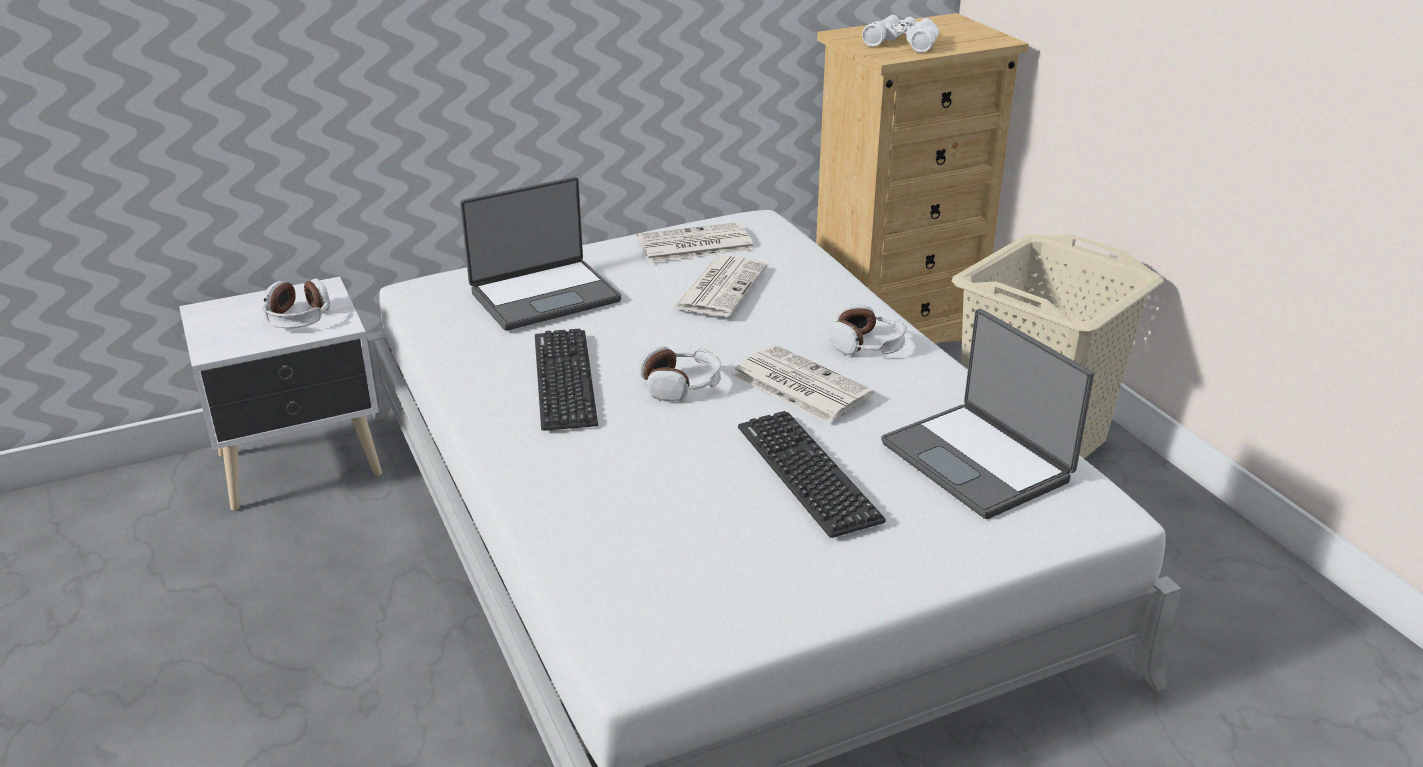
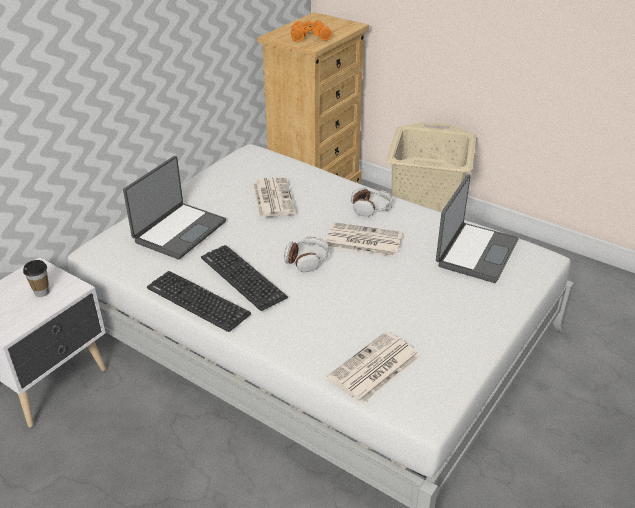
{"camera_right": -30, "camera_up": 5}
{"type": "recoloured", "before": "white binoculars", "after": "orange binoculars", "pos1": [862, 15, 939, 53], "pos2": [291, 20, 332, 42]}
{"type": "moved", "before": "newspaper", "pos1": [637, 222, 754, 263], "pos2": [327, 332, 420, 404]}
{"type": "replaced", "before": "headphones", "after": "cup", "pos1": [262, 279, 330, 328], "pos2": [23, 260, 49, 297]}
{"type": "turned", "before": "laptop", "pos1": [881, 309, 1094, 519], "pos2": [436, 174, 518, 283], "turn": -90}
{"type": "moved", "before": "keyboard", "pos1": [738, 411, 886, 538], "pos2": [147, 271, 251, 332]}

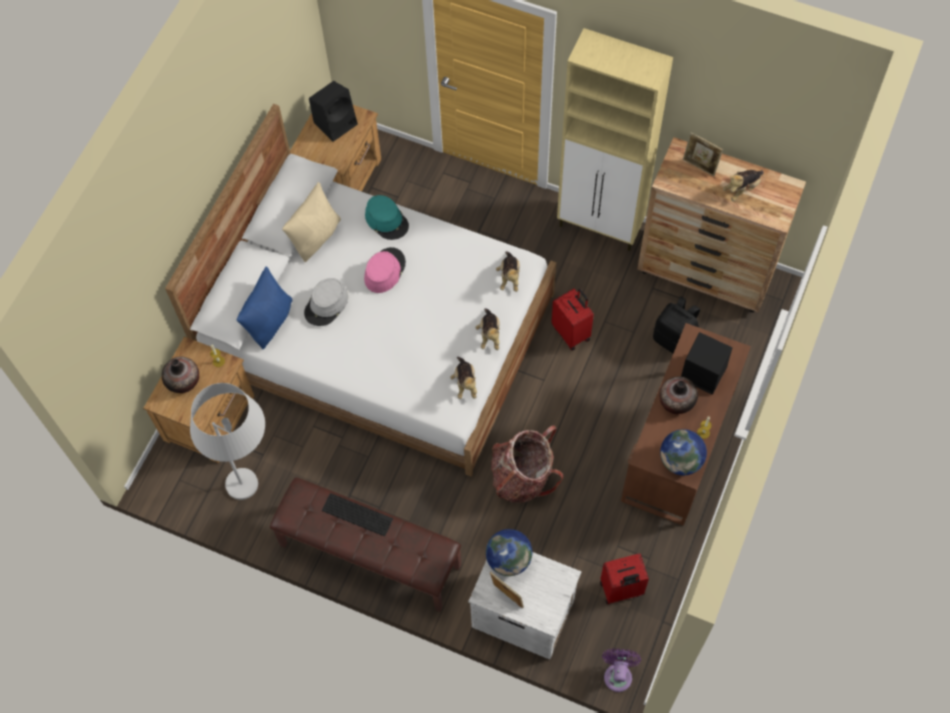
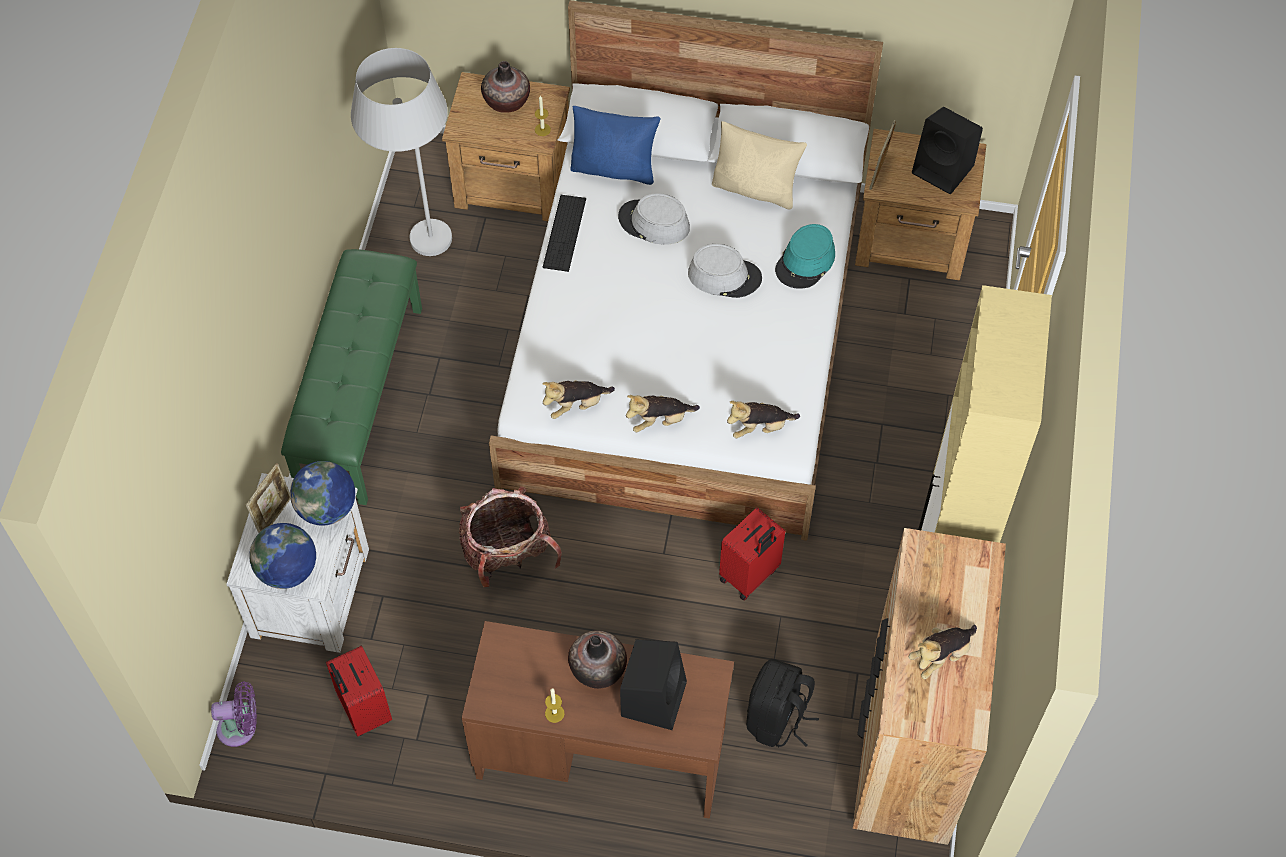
{"camera_right": 75, "camera_up": -5}
{"type": "moved", "before": "picture frame", "pos1": [683, 132, 723, 176], "pos2": [869, 120, 896, 190]}
{"type": "turned", "before": "plush toy", "pos1": [723, 170, 764, 201], "pos2": [909, 625, 977, 679], "turn": -75}
{"type": "recoloured", "before": "pink hat", "after": "grey hat", "pos1": [364, 247, 406, 293], "pos2": [688, 244, 762, 298]}
{"type": "moved", "before": "globe", "pos1": [660, 429, 707, 475], "pos2": [249, 523, 316, 589]}
{"type": "recoloured", "before": "brown bench", "after": "green bench", "pos1": [270, 477, 461, 612], "pos2": [281, 249, 422, 505]}
{"type": "moved", "before": "keyboard", "pos1": [322, 493, 393, 537], "pos2": [543, 195, 586, 272]}

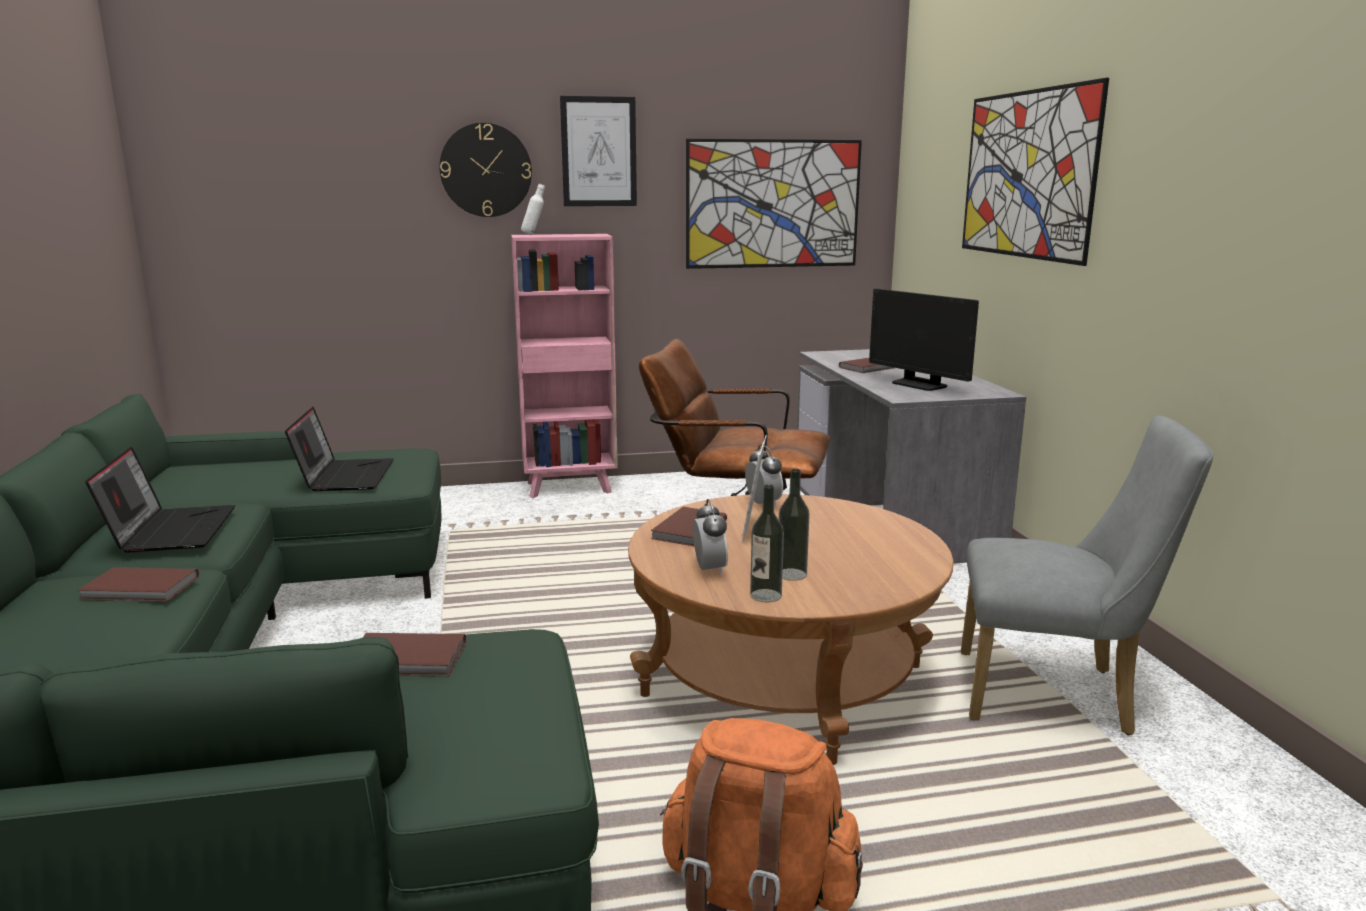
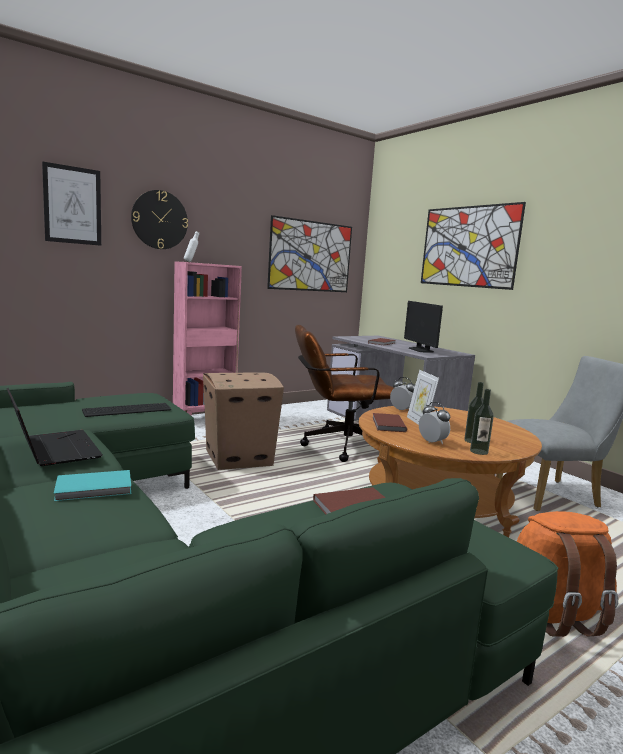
{"camera_right": -25, "camera_up": -5}
{"type": "moved", "before": "picture", "pos1": [560, 96, 637, 206], "pos2": [42, 161, 101, 246]}
{"type": "turned", "before": "monitor", "pos1": [869, 289, 979, 391], "pos2": [404, 301, 443, 353], "turn": 45}
{"type": "replaced", "before": "laptop", "after": "keyboard", "pos1": [285, 407, 393, 491], "pos2": [82, 403, 171, 417]}
{"type": "recoloured", "before": "brown book", "after": "turquoise book", "pos1": [77, 567, 199, 602], "pos2": [54, 470, 131, 501]}
{"type": "added", "after": "cardboard box", "pos2": [203, 372, 284, 470]}

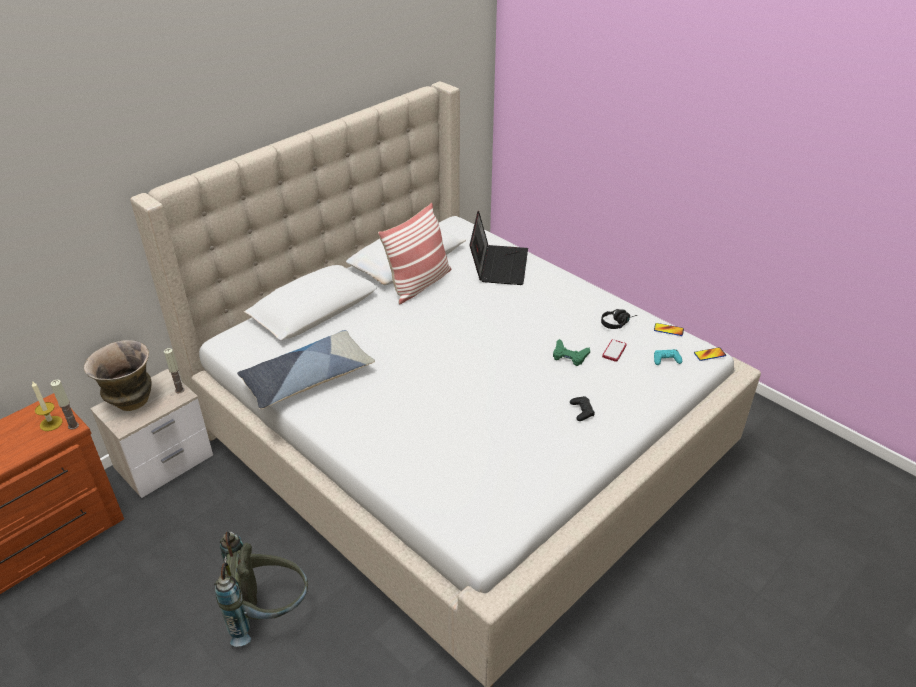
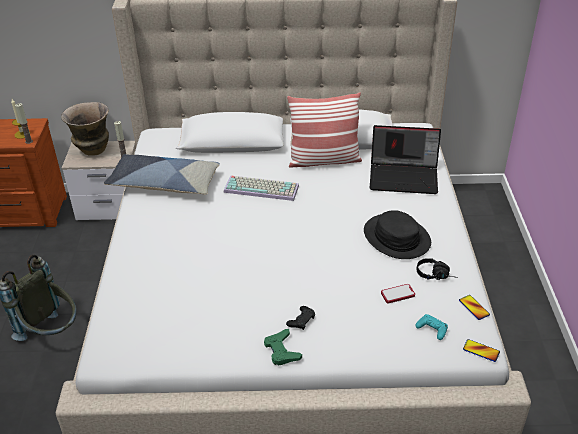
{"camera_right": 45, "camera_up": 0}
{"type": "turned", "before": "laptop", "pos1": [470, 211, 528, 285], "pos2": [370, 125, 441, 194], "turn": 45}
{"type": "moved", "before": "green game controller", "pos1": [553, 339, 590, 366], "pos2": [264, 329, 302, 366]}
{"type": "added", "after": "keyboard", "pos2": [224, 176, 299, 201]}
{"type": "added", "after": "black hat", "pos2": [364, 210, 431, 259]}

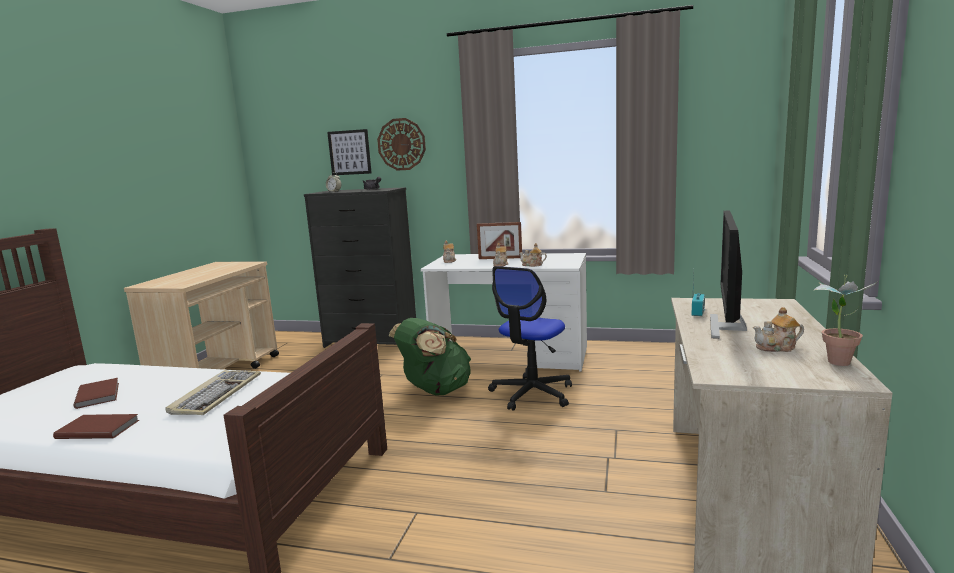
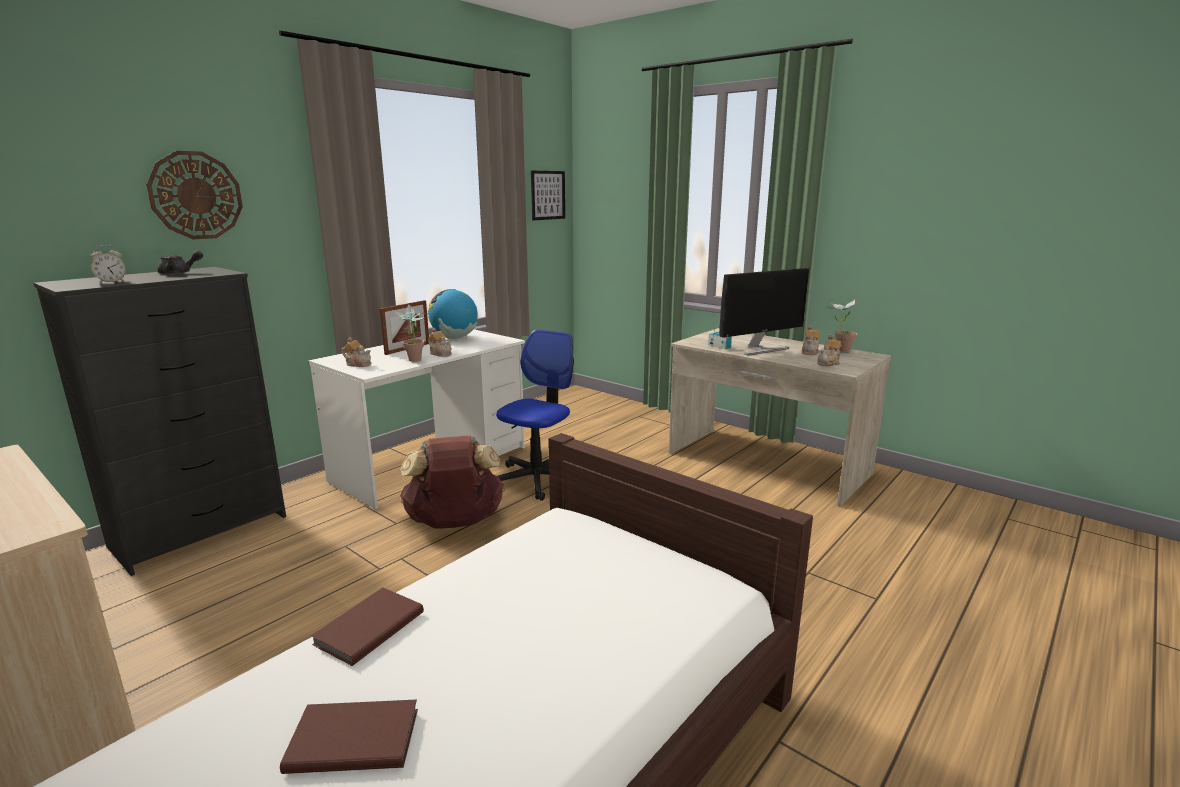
{"camera_right": -65, "camera_up": 5}
{"type": "moved", "before": "picture", "pos1": [327, 129, 372, 175], "pos2": [531, 171, 565, 220]}
{"type": "turned", "before": "monitor", "pos1": [710, 211, 747, 339], "pos2": [719, 268, 809, 355], "turn": -75}
{"type": "moved", "before": "teapot", "pos1": [519, 243, 547, 267], "pos2": [817, 335, 842, 366]}
{"type": "turned", "before": "office chair", "pos1": [488, 266, 572, 411], "pos2": [496, 329, 574, 501], "turn": -120}
{"type": "recoloured", "before": "green backpack", "after": "brown backpack", "pos1": [389, 318, 471, 396], "pos2": [400, 435, 505, 528]}
{"type": "removed", "before": "keyboard", "pos1": [166, 370, 261, 415]}
{"type": "moved", "before": "brown book", "pos1": [53, 414, 139, 439], "pos2": [311, 588, 424, 666]}
{"type": "added", "after": "globe", "pos2": [428, 289, 478, 339]}
{"type": "added", "after": "potted plant", "pos2": [393, 304, 428, 362]}

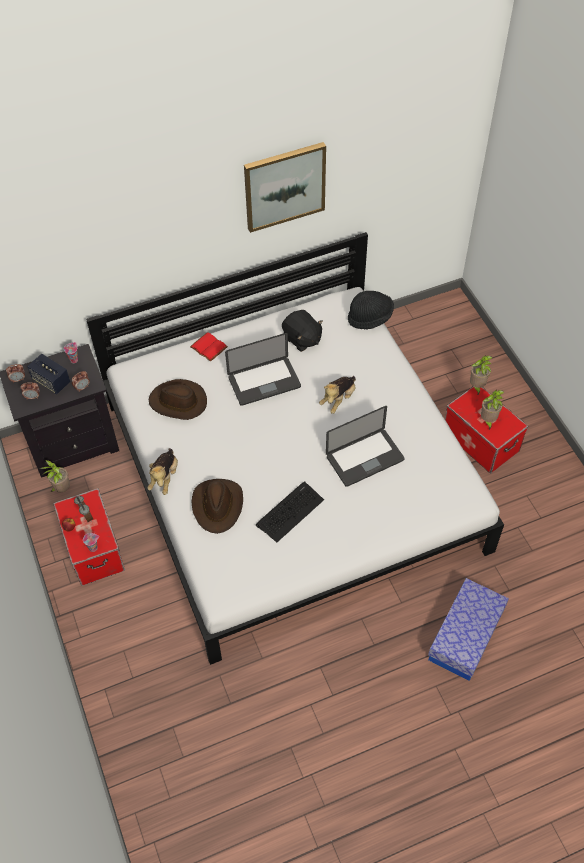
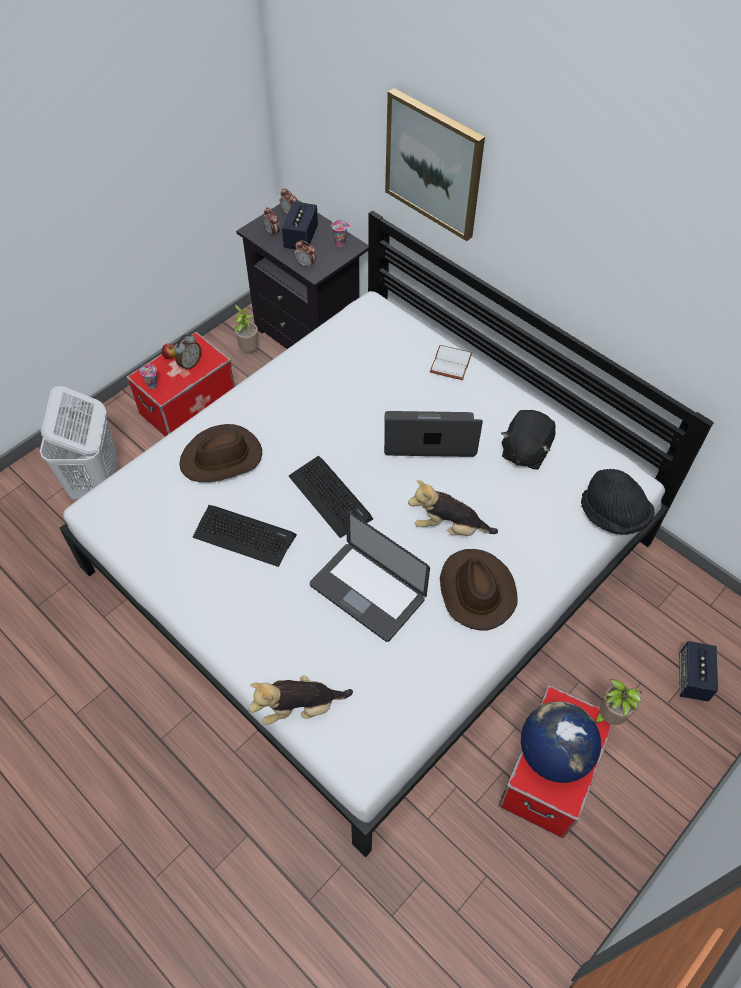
{"camera_right": 65, "camera_up": 0}
{"type": "moved", "before": "picture", "pos1": [244, 142, 326, 233], "pos2": [385, 88, 485, 241]}
{"type": "recoloured", "before": "red book", "after": "white book", "pos1": [190, 332, 228, 362], "pos2": [430, 345, 472, 380]}
{"type": "turned", "before": "laptop", "pos1": [225, 333, 301, 406], "pos2": [384, 411, 483, 457], "turn": 135}
{"type": "moved", "before": "brown hat", "pos1": [149, 379, 207, 420], "pos2": [440, 549, 518, 630]}
{"type": "replaced", "before": "potted plant", "after": "globe", "pos1": [481, 390, 504, 430], "pos2": [521, 701, 601, 783]}
{"type": "moved", "before": "plush toy", "pos1": [147, 448, 178, 495], "pos2": [249, 675, 353, 725]}
{"type": "removed", "before": "storage box", "pos1": [428, 578, 509, 681]}
{"type": "added", "after": "white laundry basket", "pos2": [40, 386, 118, 500]}
{"type": "added", "after": "keyboard", "pos2": [289, 456, 373, 538]}
{"type": "added", "after": "speaker", "pos2": [679, 641, 718, 702]}

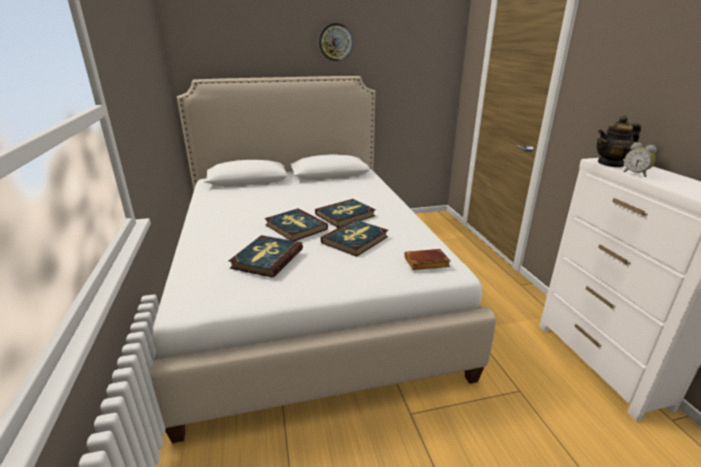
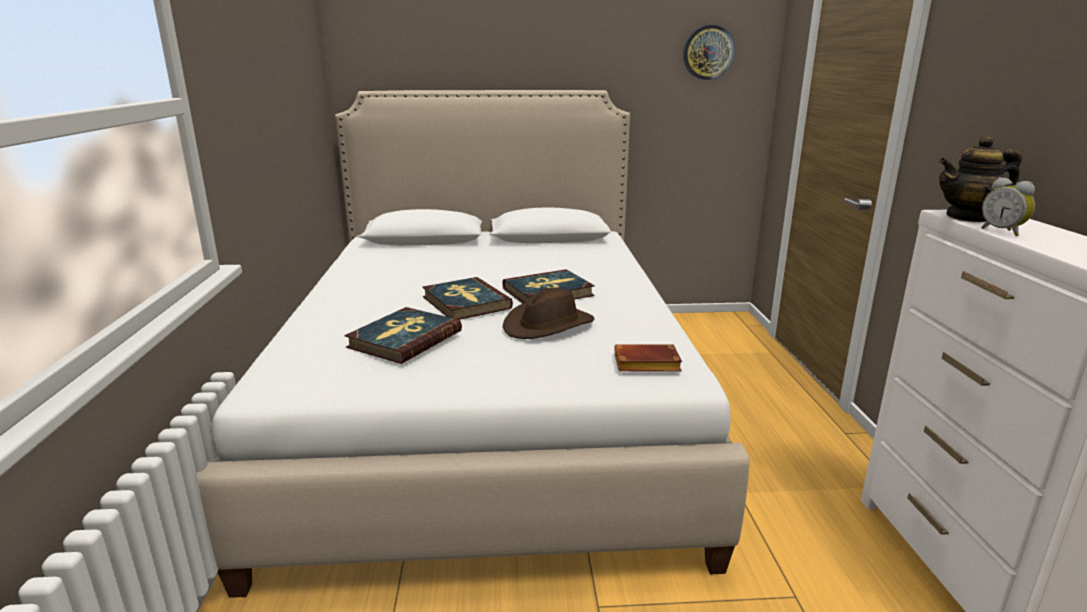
{"camera_right": 10, "camera_up": -5}
{"type": "moved", "before": "wall clock", "pos1": [319, 23, 353, 61], "pos2": [683, 25, 735, 80]}
{"type": "replaced", "before": "book", "after": "brown hat", "pos1": [321, 219, 388, 257], "pos2": [503, 288, 595, 339]}

